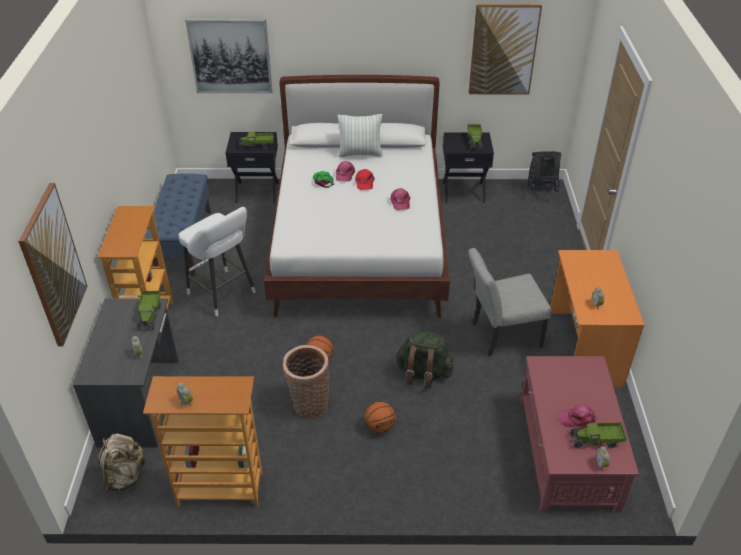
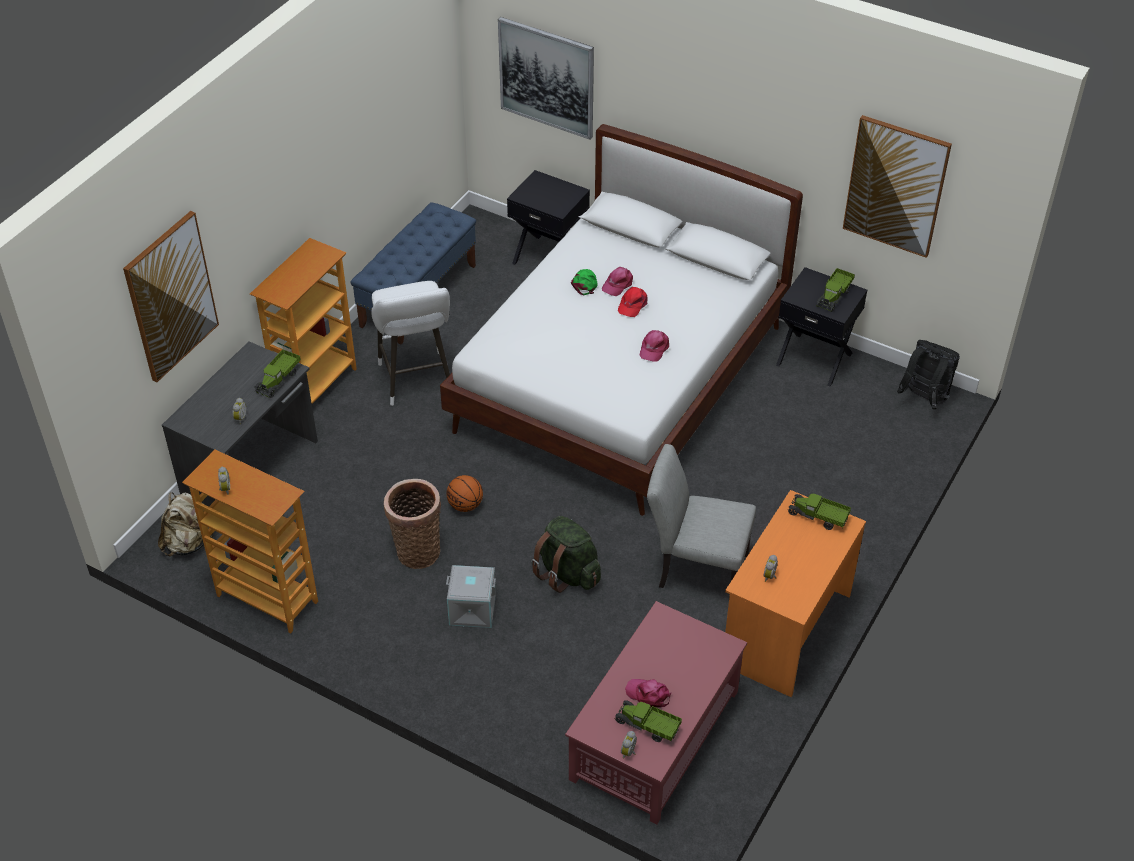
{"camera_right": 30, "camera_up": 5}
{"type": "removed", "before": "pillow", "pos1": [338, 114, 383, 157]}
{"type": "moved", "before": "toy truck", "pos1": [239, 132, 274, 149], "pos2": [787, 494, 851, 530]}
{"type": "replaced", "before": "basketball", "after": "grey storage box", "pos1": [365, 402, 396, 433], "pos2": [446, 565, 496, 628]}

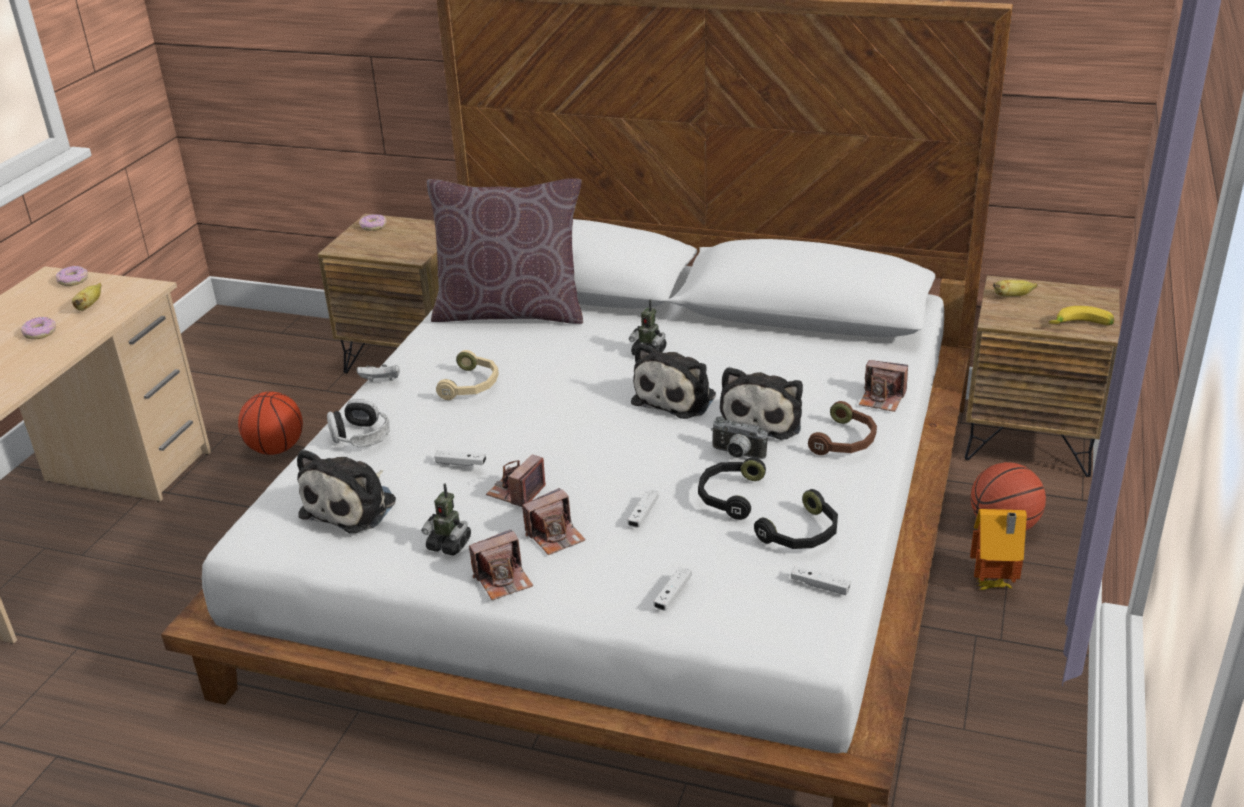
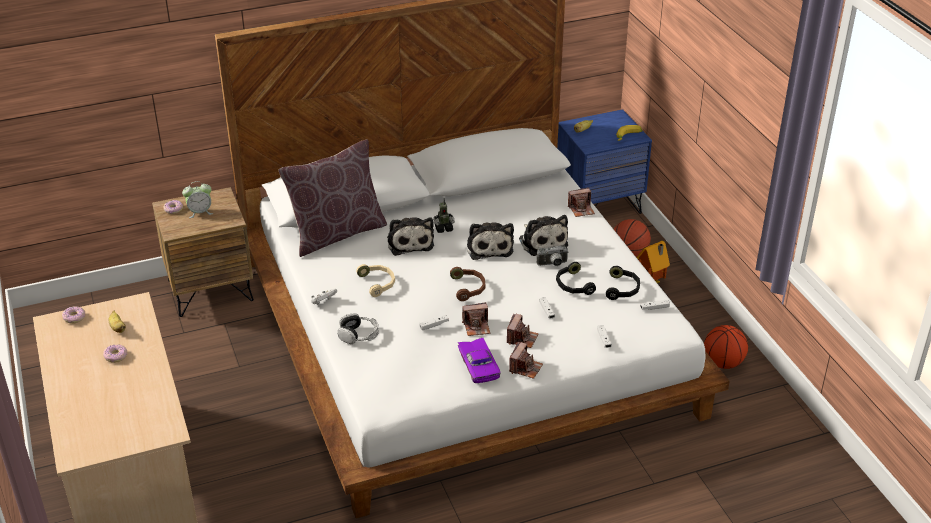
{"camera_right": -40, "camera_up": 5}
{"type": "recoloured", "before": "brown nightstand", "after": "blue nightstand", "pos1": [965, 276, 1120, 477], "pos2": [557, 109, 652, 214]}
{"type": "moved", "before": "basketball", "pos1": [238, 391, 303, 455], "pos2": [704, 325, 748, 369]}
{"type": "moved", "before": "brown headphones", "pos1": [808, 401, 877, 455], "pos2": [450, 267, 485, 301]}
{"type": "moved", "before": "plush toy", "pos1": [297, 449, 396, 533], "pos2": [387, 217, 434, 256]}
{"type": "turned", "before": "photo camera", "pos1": [486, 455, 546, 507], "pos2": [462, 302, 490, 336], "turn": -90}
{"type": "replaced", "before": "toy robot", "after": "purple toy car", "pos1": [421, 483, 471, 556], "pos2": [458, 338, 500, 383]}
{"type": "added", "after": "alarm clock", "pos2": [182, 181, 213, 218]}

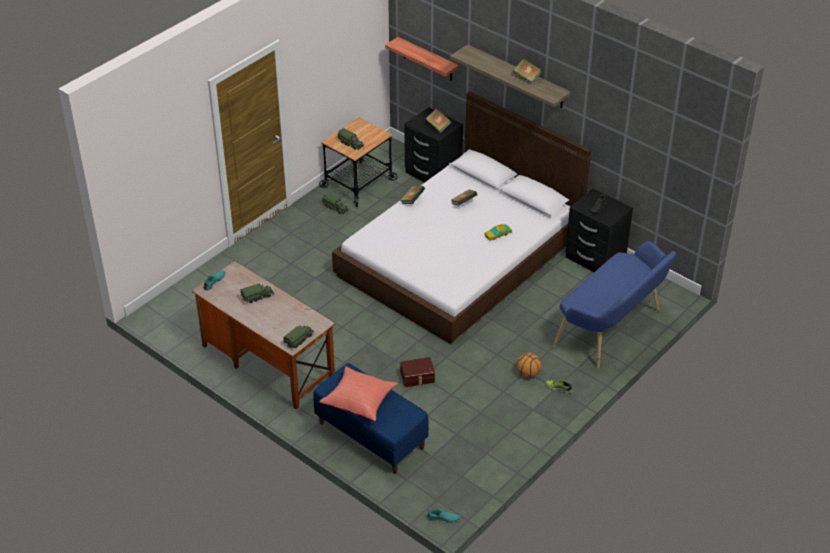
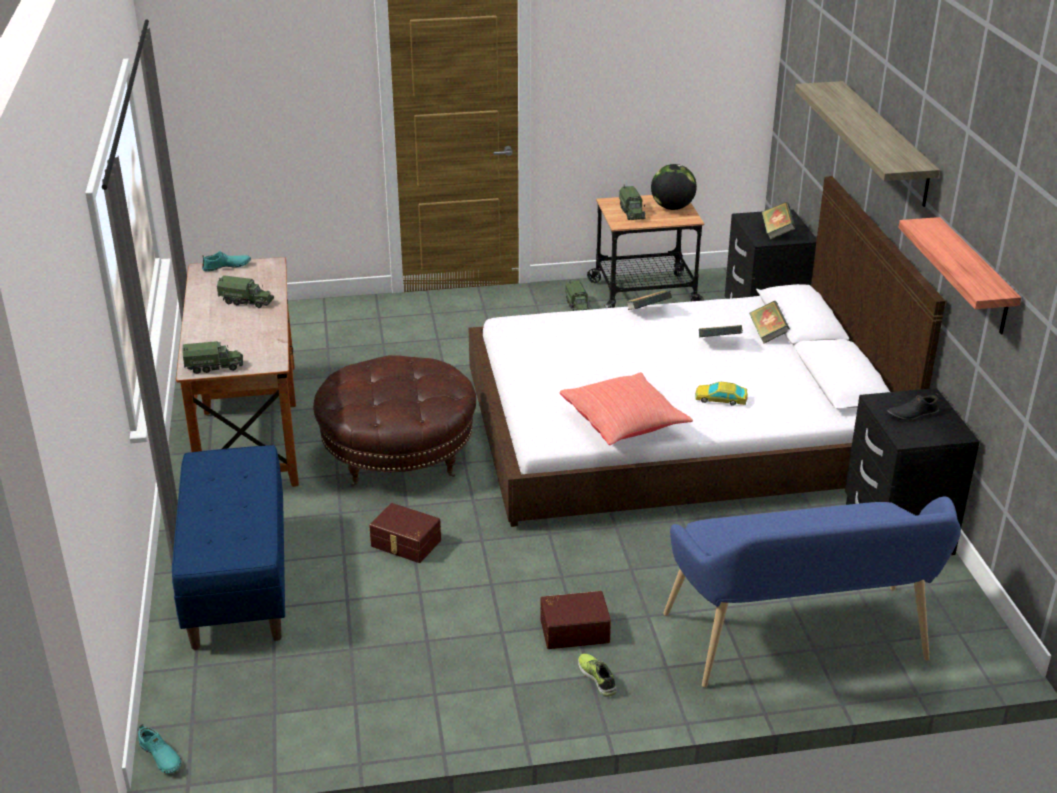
{"camera_right": 40, "camera_up": -10}
{"type": "moved", "before": "shelf", "pos1": [385, 37, 459, 81], "pos2": [898, 217, 1021, 334]}
{"type": "moved", "before": "book", "pos1": [513, 58, 542, 84], "pos2": [749, 301, 790, 344]}
{"type": "replaced", "before": "basketball", "after": "brown storage box", "pos1": [517, 353, 541, 377], "pos2": [540, 591, 611, 649]}
{"type": "moved", "before": "red pillow", "pos1": [319, 366, 398, 421], "pos2": [560, 372, 693, 445]}
{"type": "added", "after": "globe", "pos2": [651, 164, 697, 210]}
{"type": "added", "after": "brown ottoman", "pos2": [313, 355, 476, 487]}

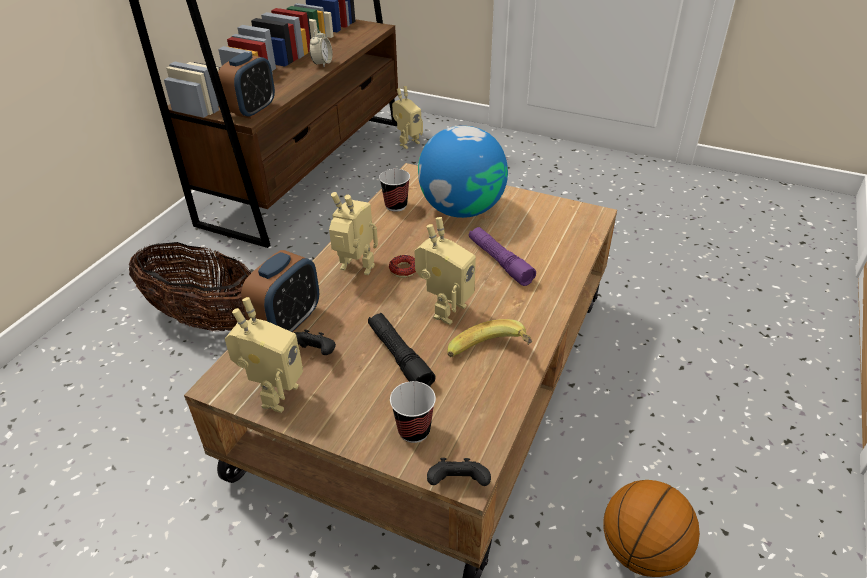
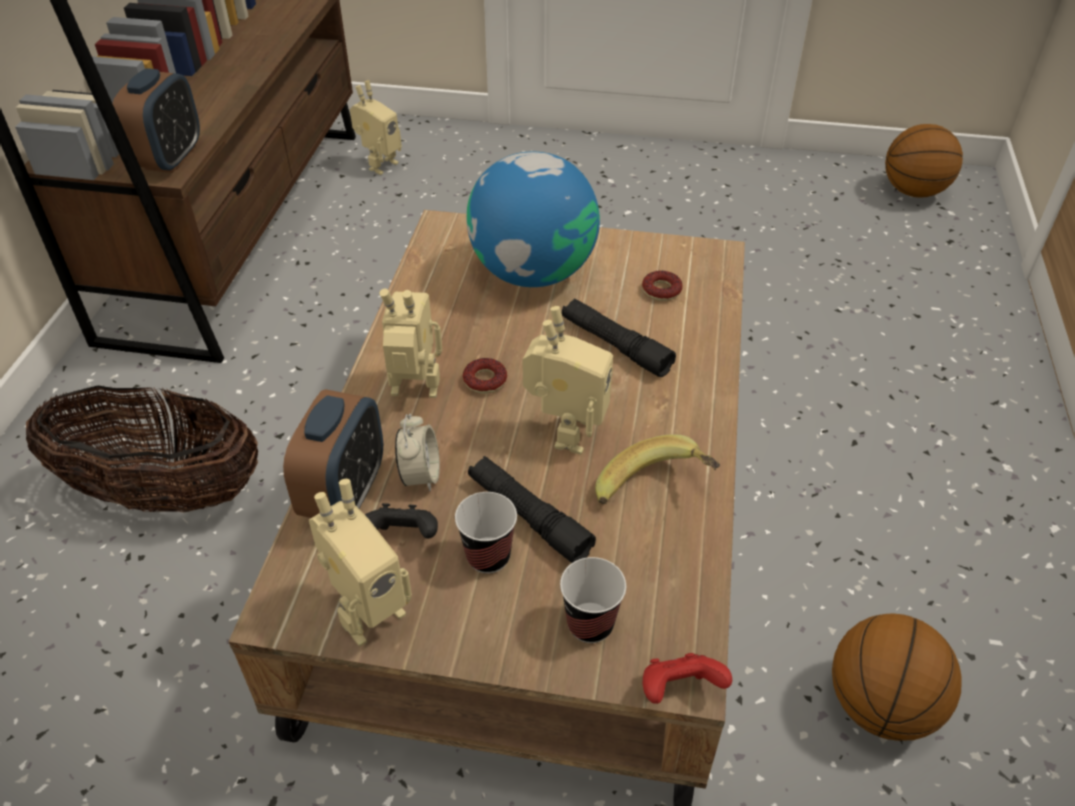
{"camera_right": -15, "camera_up": 5}
{"type": "moved", "before": "alarm clock", "pos1": [309, 29, 333, 67], "pos2": [395, 414, 440, 491]}
{"type": "moved", "before": "cup", "pos1": [379, 169, 410, 212], "pos2": [455, 492, 517, 574]}
{"type": "recoloured", "before": "purple flashlight", "after": "black flashlight", "pos1": [469, 227, 536, 286], "pos2": [562, 298, 676, 377]}
{"type": "turned", "before": "toy robot", "pos1": [225, 297, 303, 413], "pos2": [309, 479, 412, 647], "turn": 45}
{"type": "recoloured", "before": "black game controller", "after": "red game controller", "pos1": [427, 458, 491, 486], "pos2": [643, 653, 732, 704]}
{"type": "added", "after": "basketball", "pos2": [885, 124, 963, 198]}
{"type": "added", "after": "donut", "pos2": [642, 271, 682, 301]}

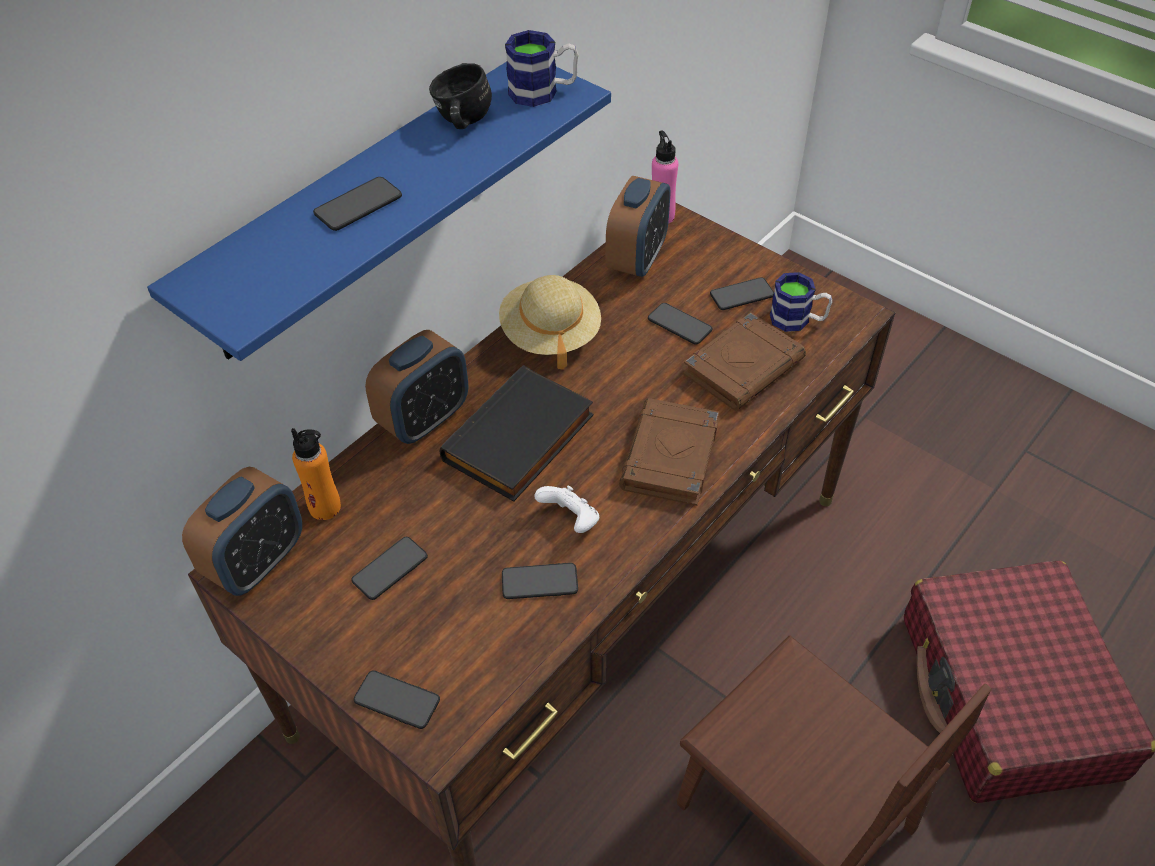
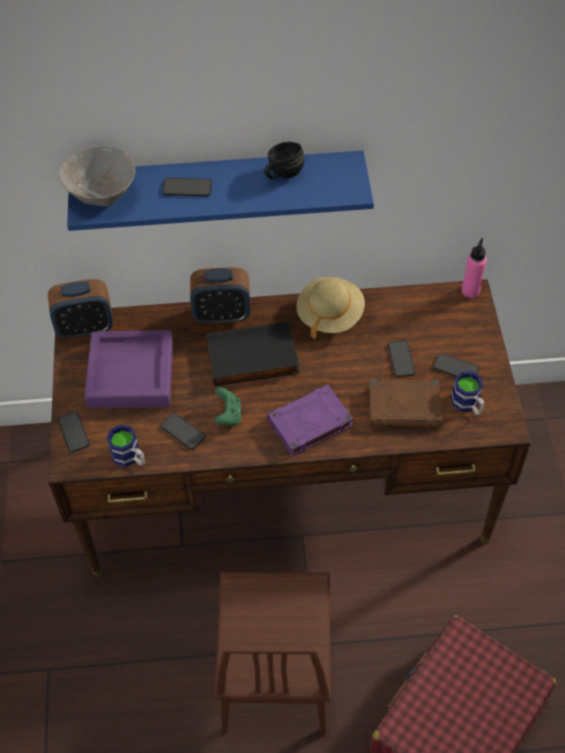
{"camera_right": 45, "camera_up": 5}
{"type": "moved", "before": "mug", "pos1": [505, 30, 578, 107], "pos2": [106, 424, 145, 467]}
{"type": "removed", "before": "alarm clock", "pos1": [605, 176, 670, 277]}
{"type": "recoloured", "before": "brown book", "after": "purple book", "pos1": [619, 398, 719, 506], "pos2": [266, 385, 353, 456]}
{"type": "removed", "before": "orange bottle", "pos1": [291, 428, 341, 520]}
{"type": "recoloured", "before": "white game controller", "after": "green game controller", "pos1": [534, 486, 599, 533], "pos2": [214, 387, 241, 426]}
{"type": "replaced", "before": "phone", "after": "purple tray", "pos1": [351, 537, 428, 600], "pos2": [84, 330, 173, 408]}
{"type": "added", "after": "grey bowl", "pos2": [59, 146, 136, 206]}

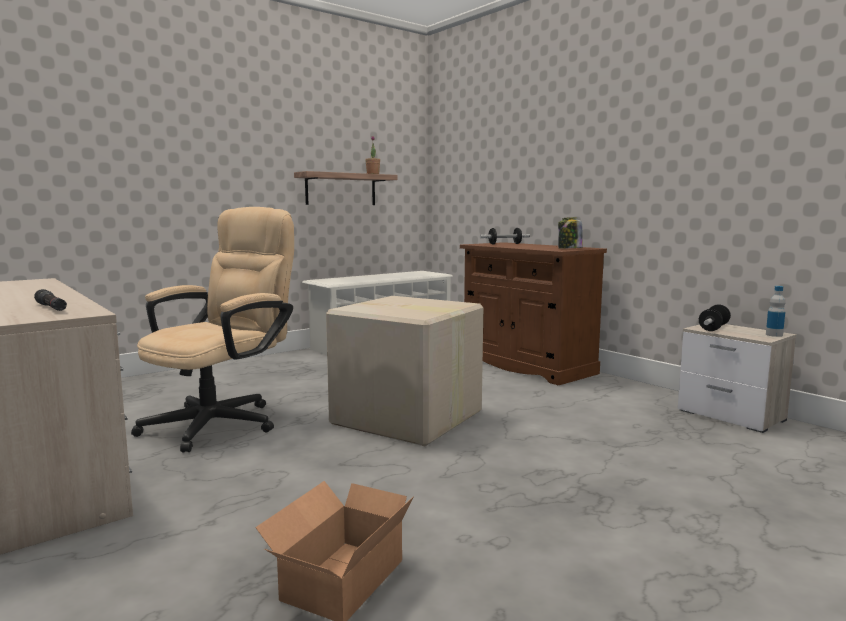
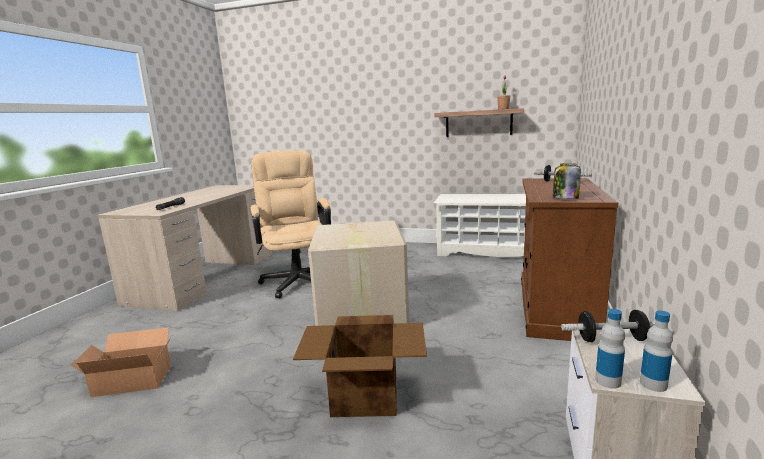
{"camera_right": 55, "camera_up": 5}
{"type": "turned", "before": "beige office chair", "pos1": [131, 207, 294, 452], "pos2": [251, 150, 331, 298], "turn": -105}
{"type": "added", "after": "bottle", "pos2": [595, 309, 625, 389]}
{"type": "added", "after": "cardboard box", "pos2": [293, 315, 427, 417]}

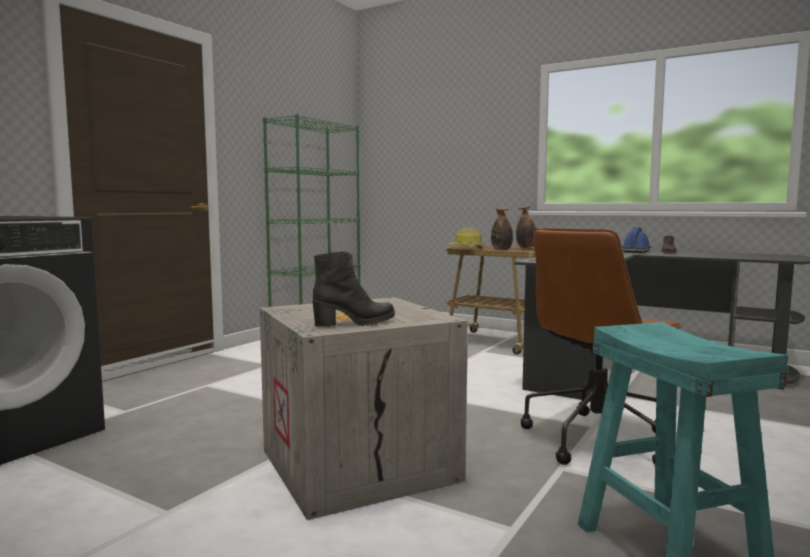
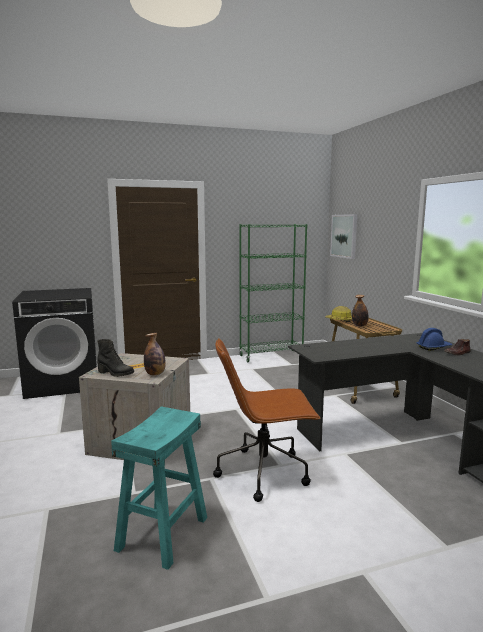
{"camera_right": 40, "camera_up": 5}
{"type": "moved", "before": "bottle", "pos1": [516, 206, 536, 248], "pos2": [144, 333, 166, 375]}
{"type": "added", "after": "picture", "pos2": [330, 214, 357, 259]}

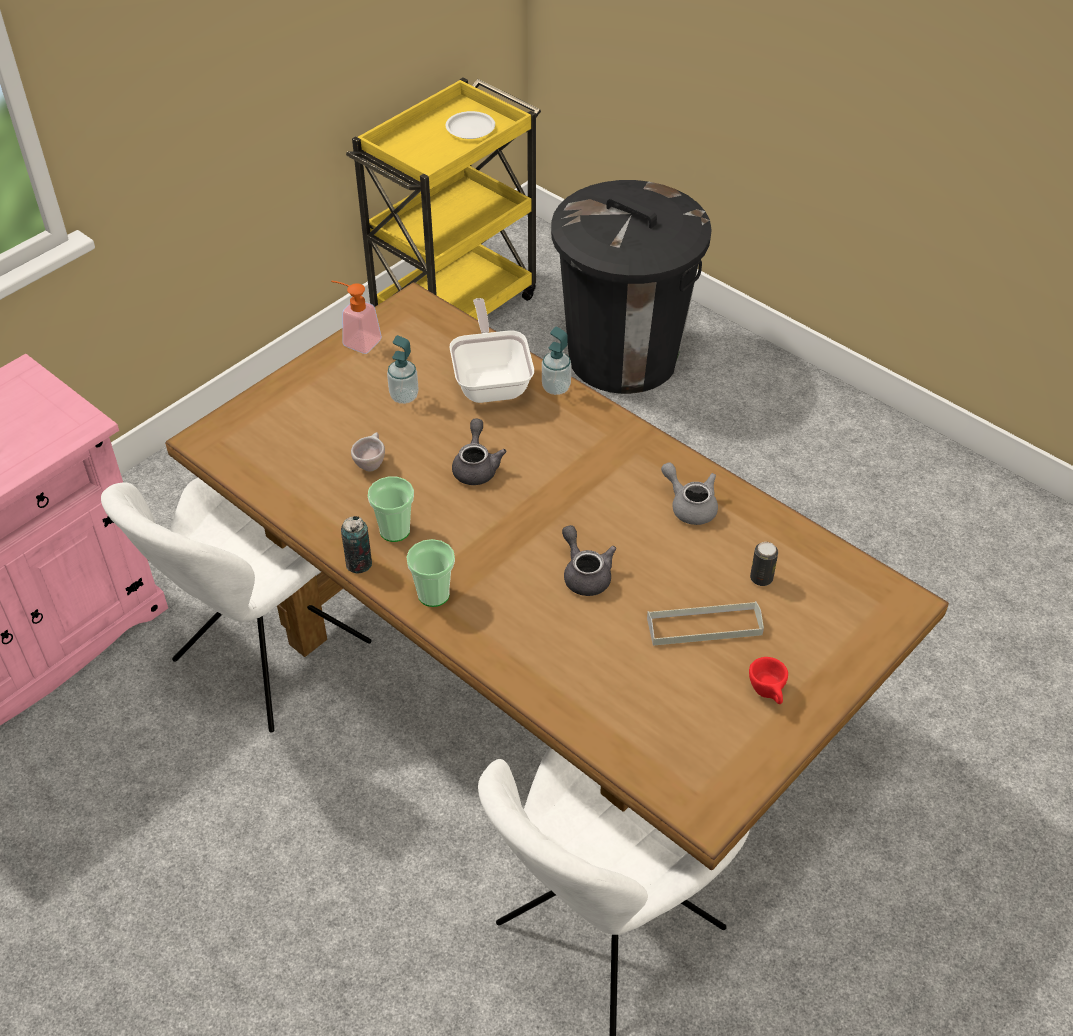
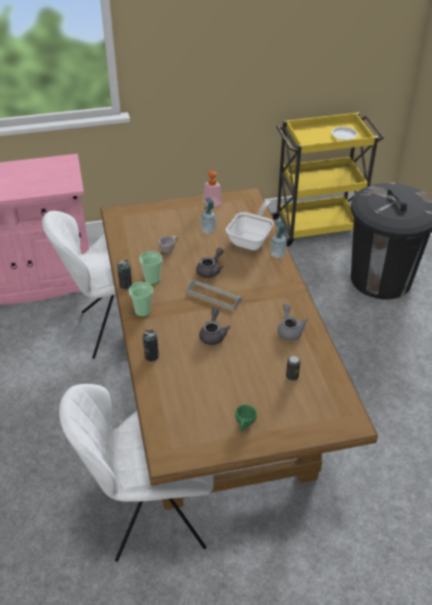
{"camera_right": 35, "camera_up": -5}
{"type": "moved", "before": "grey tray", "pos1": [647, 601, 764, 646], "pos2": [187, 280, 242, 310]}
{"type": "recoloured", "before": "red cup", "after": "green cup", "pos1": [749, 657, 788, 704], "pos2": [235, 404, 257, 431]}
{"type": "added", "after": "can", "pos2": [143, 329, 159, 361]}

